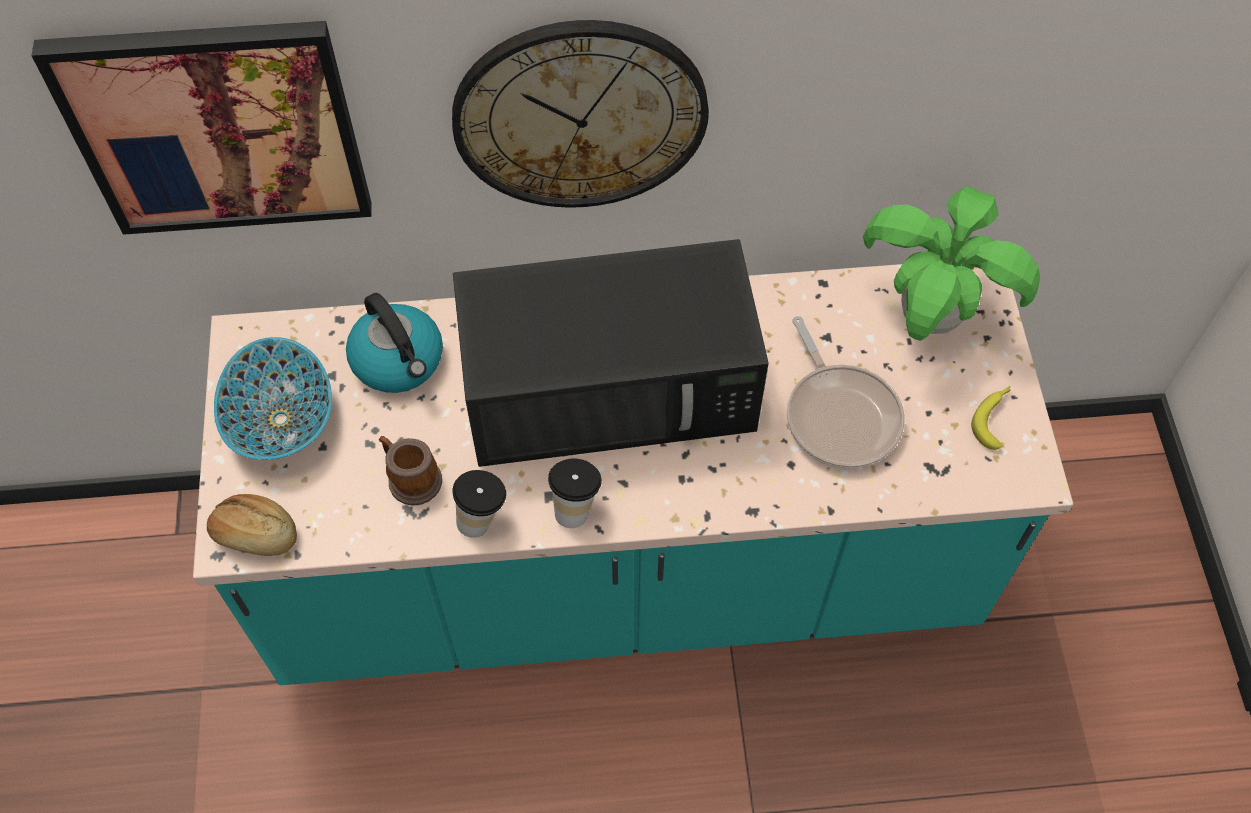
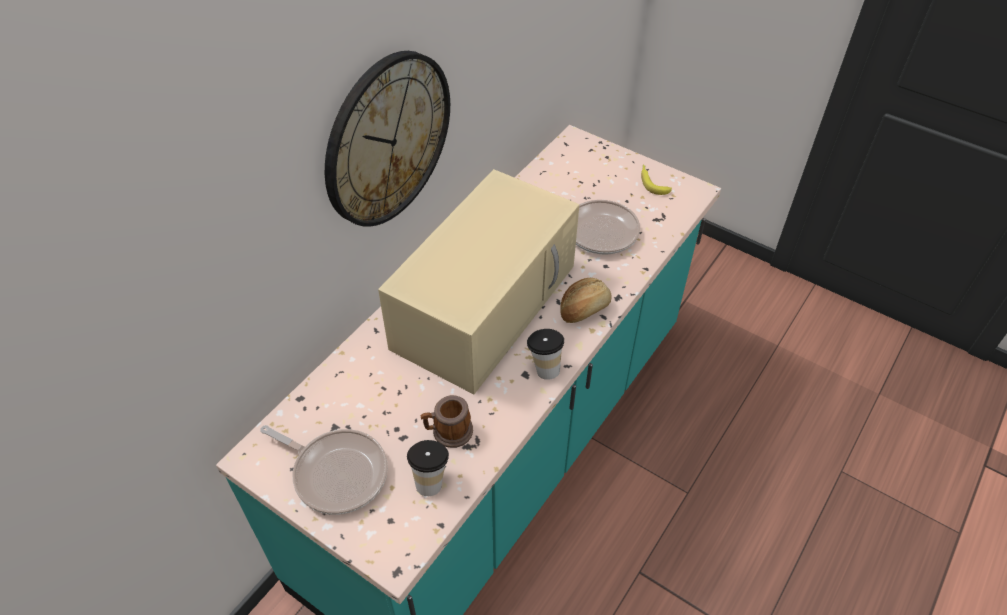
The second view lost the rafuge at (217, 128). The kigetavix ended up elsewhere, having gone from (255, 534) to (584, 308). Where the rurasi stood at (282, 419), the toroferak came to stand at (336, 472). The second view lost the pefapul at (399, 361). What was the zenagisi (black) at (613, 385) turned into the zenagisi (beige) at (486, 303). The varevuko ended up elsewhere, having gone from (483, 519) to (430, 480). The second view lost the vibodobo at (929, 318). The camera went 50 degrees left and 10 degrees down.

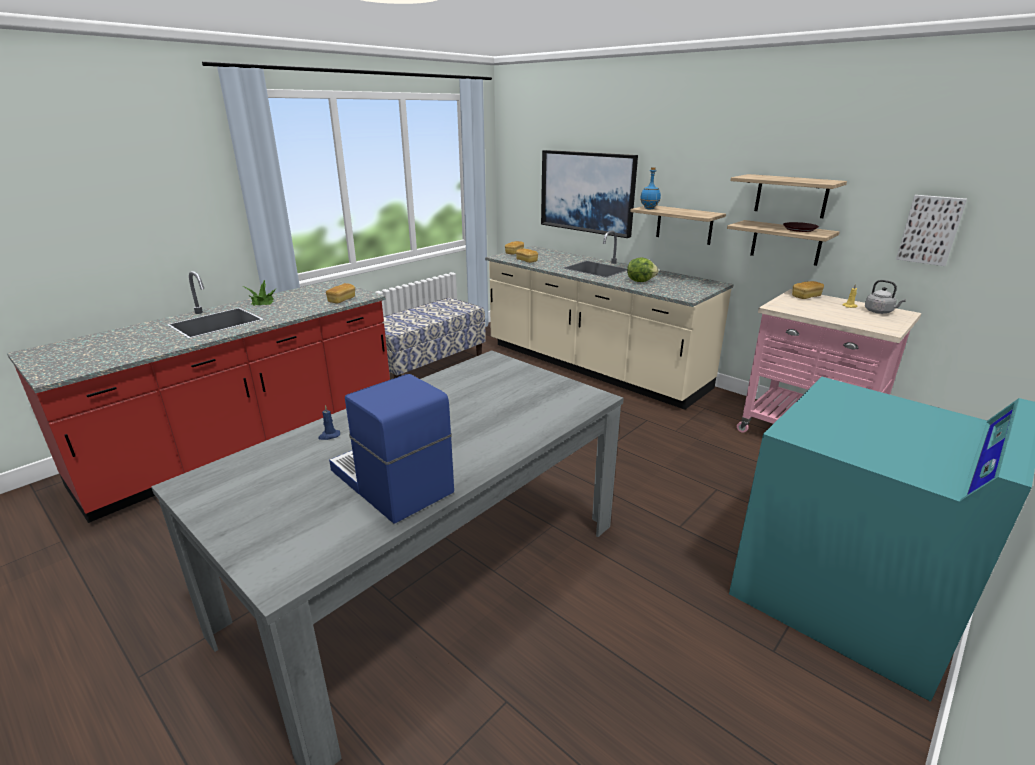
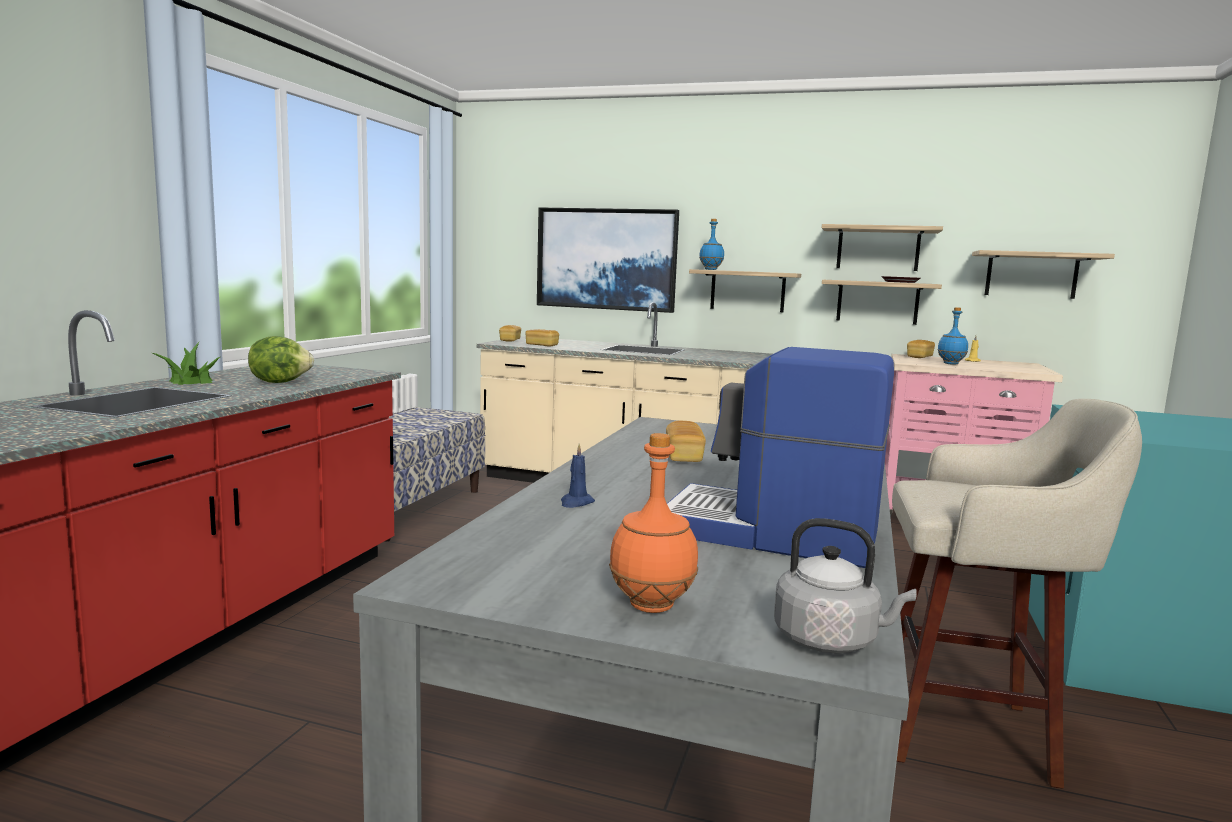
The kigetavix ended up elsewhere, having gone from (342, 300) to (684, 456). The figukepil ended up elsewhere, having gone from (640, 281) to (280, 382). The pefapul (grey) ended up elsewhere, having gone from (880, 312) to (830, 640). Where the rafuge hung at (930, 229), the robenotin came to hang at (1031, 275). The second view gained the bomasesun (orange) at (652, 606). The second view gained the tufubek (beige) at (971, 734). The second view gained the bomasesun (blue) at (950, 364). The camera went 25 degrees left and 15 degrees down.

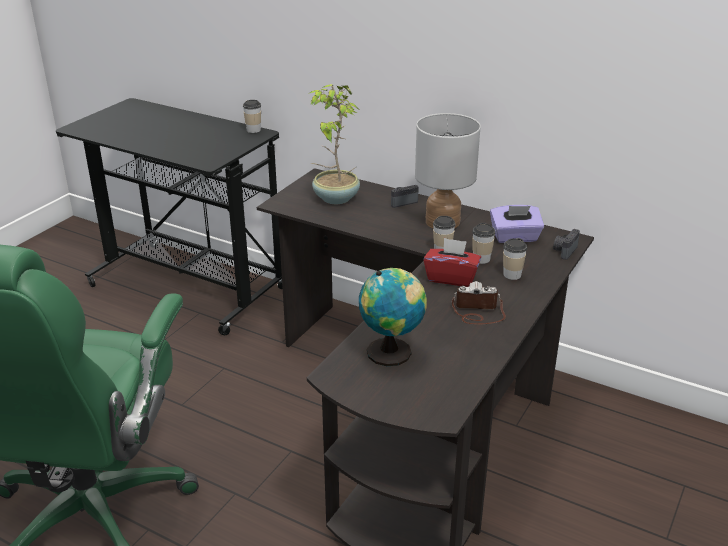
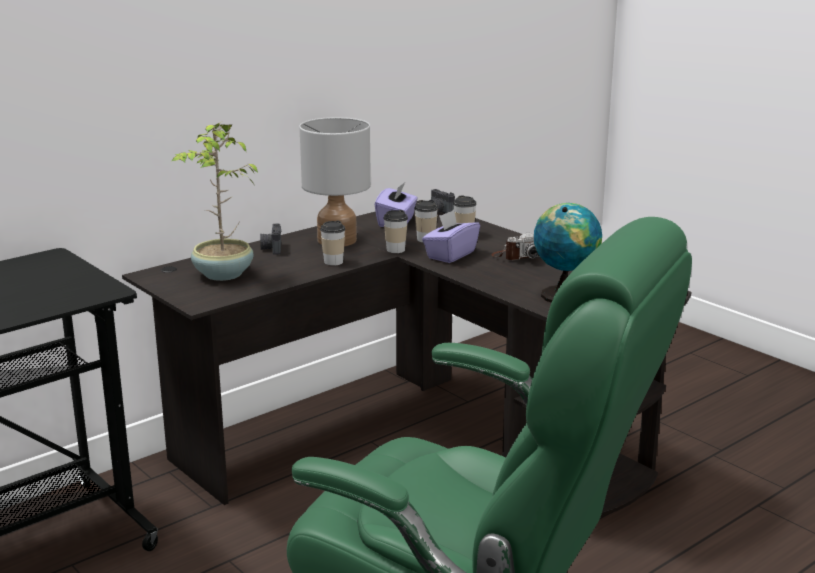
The varevuko ended up elsewhere, having gone from (253, 130) to (333, 262). What was the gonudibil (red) at (451, 278) turned into the gonudibil (purple) at (450, 255). The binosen at (478, 312) ended up facing another way, 135 degrees counterclockwise from before. The camera went 70 degrees left and 10 degrees down.

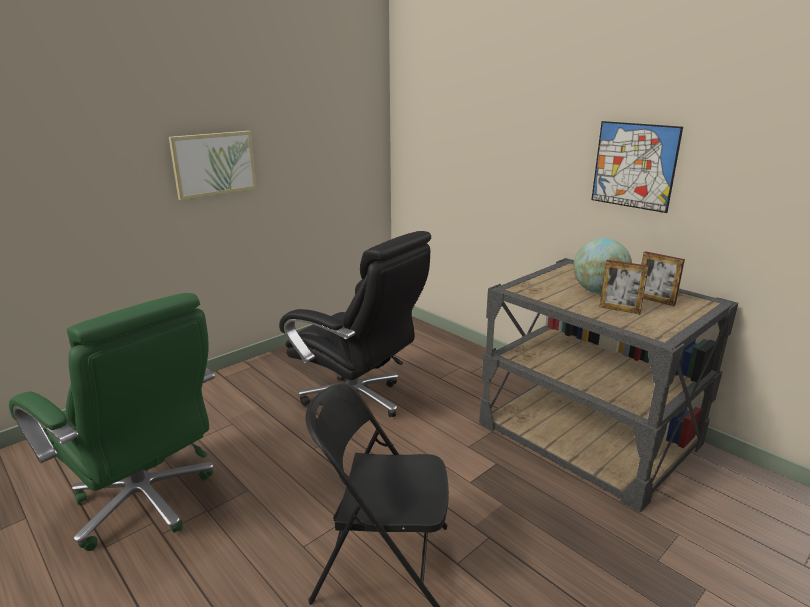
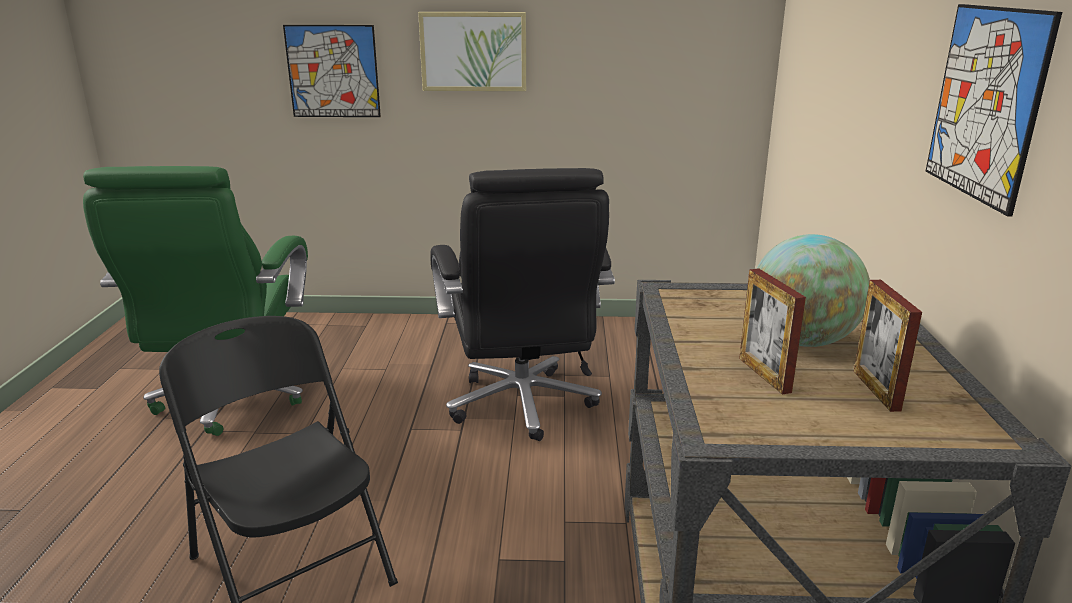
The second view gained the rafuge at (333, 71). The camera went 45 degrees right and 0 degrees up.

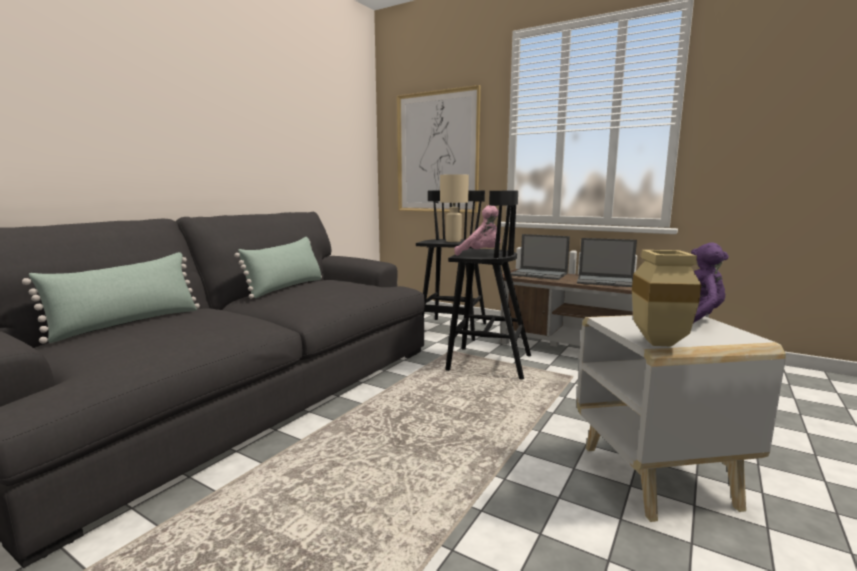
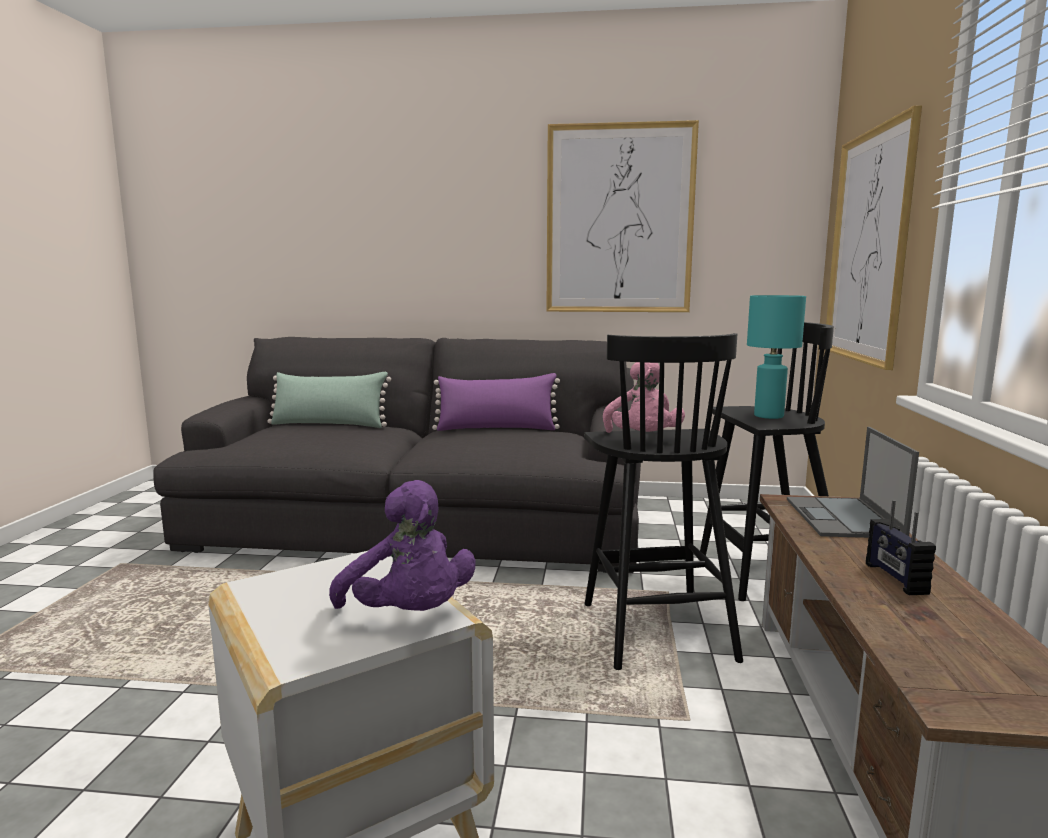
What was the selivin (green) at (286, 287) turned into the selivin (purple) at (496, 429). What was the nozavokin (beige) at (453, 241) turned into the nozavokin (turquoise) at (768, 416). Where the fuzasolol stood at (606, 281), the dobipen came to stand at (895, 578). The second view lost the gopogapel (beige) at (661, 344). The second view gained the rafuge at (619, 220). The camera went 65 degrees right and 0 degrees up.

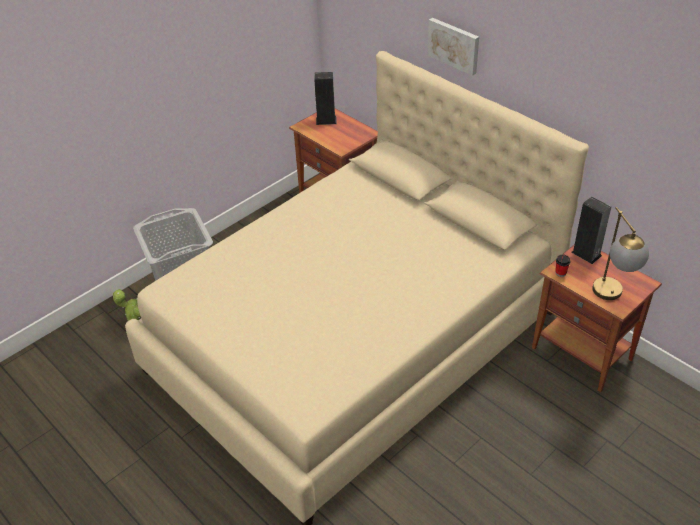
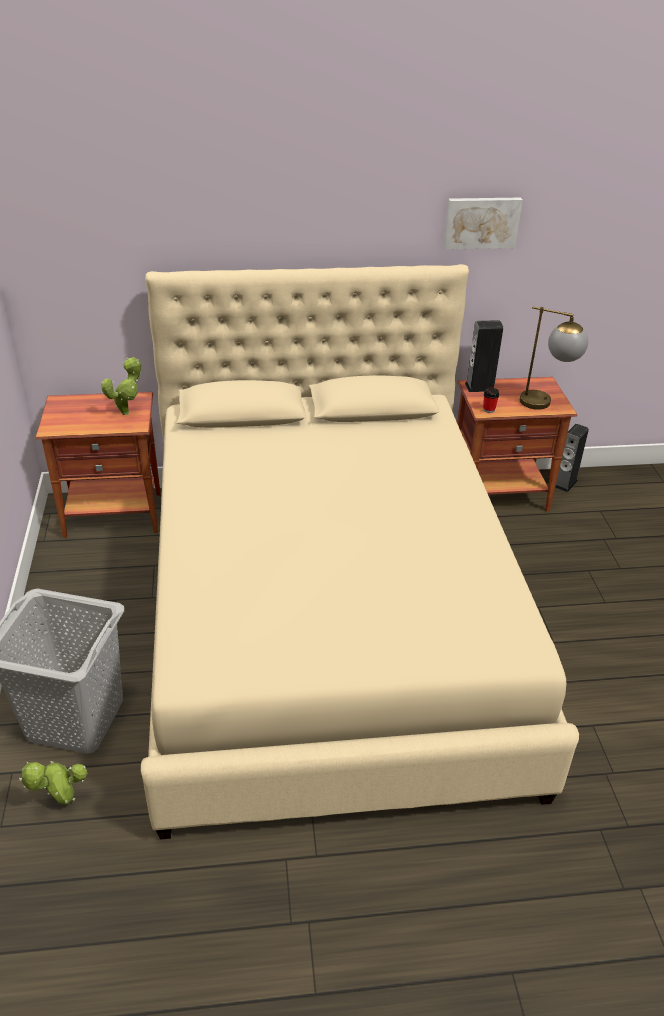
The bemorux ended up elsewhere, having gone from (326, 120) to (564, 483). The rafuge ended up elsewhere, having gone from (454, 45) to (481, 222). The second view gained the vibodobo at (127, 412). The camera went 55 degrees left and 5 degrees down.

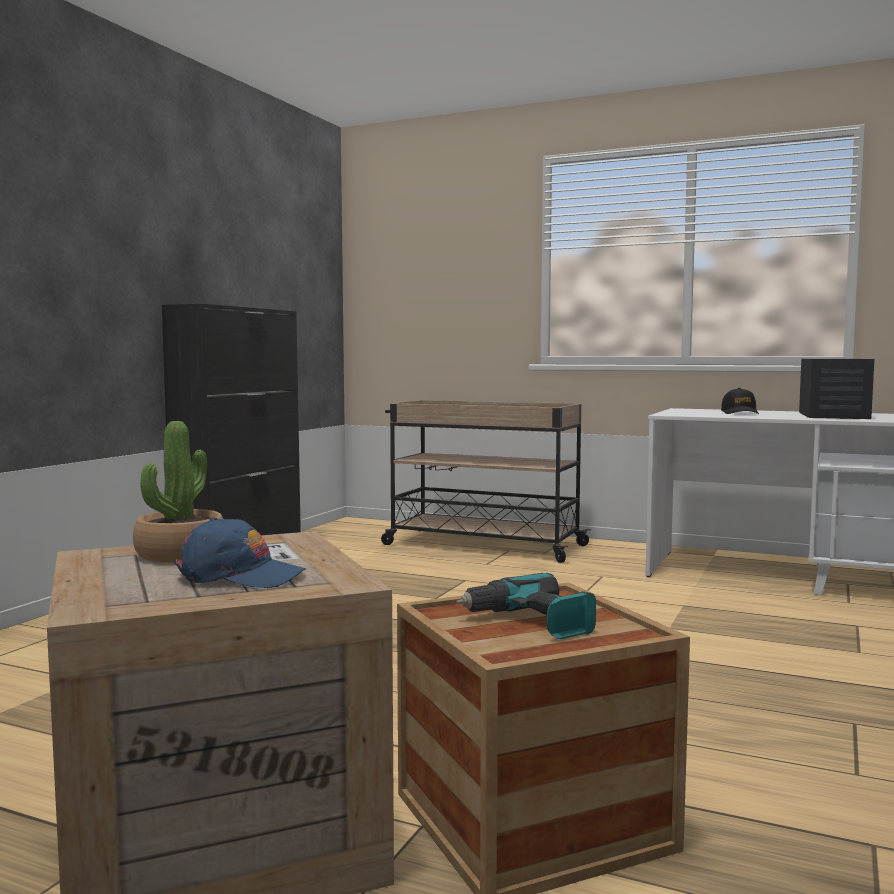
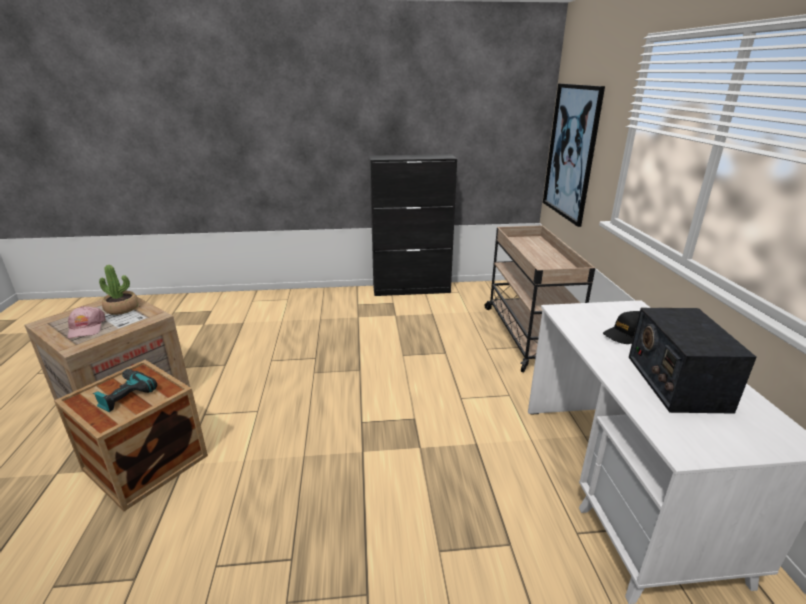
What was the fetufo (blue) at (239, 576) turned into the fetufo (pink) at (86, 328). The dobipen at (833, 415) ended up facing another way, 105 degrees clockwise from before. The second view gained the rafuge at (571, 152). The camera went 60 degrees right and 20 degrees up.

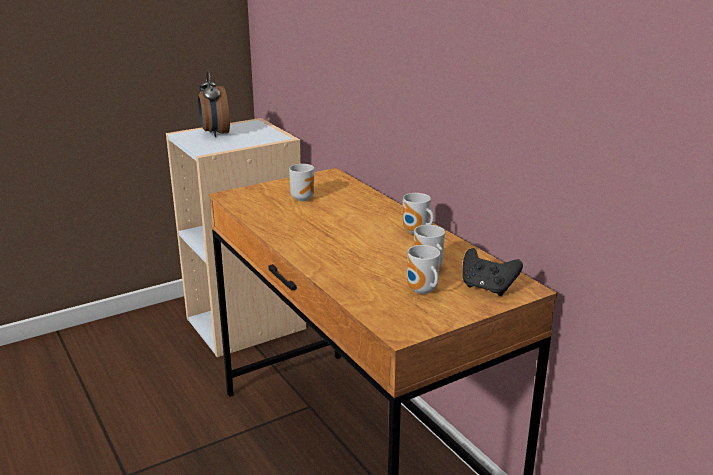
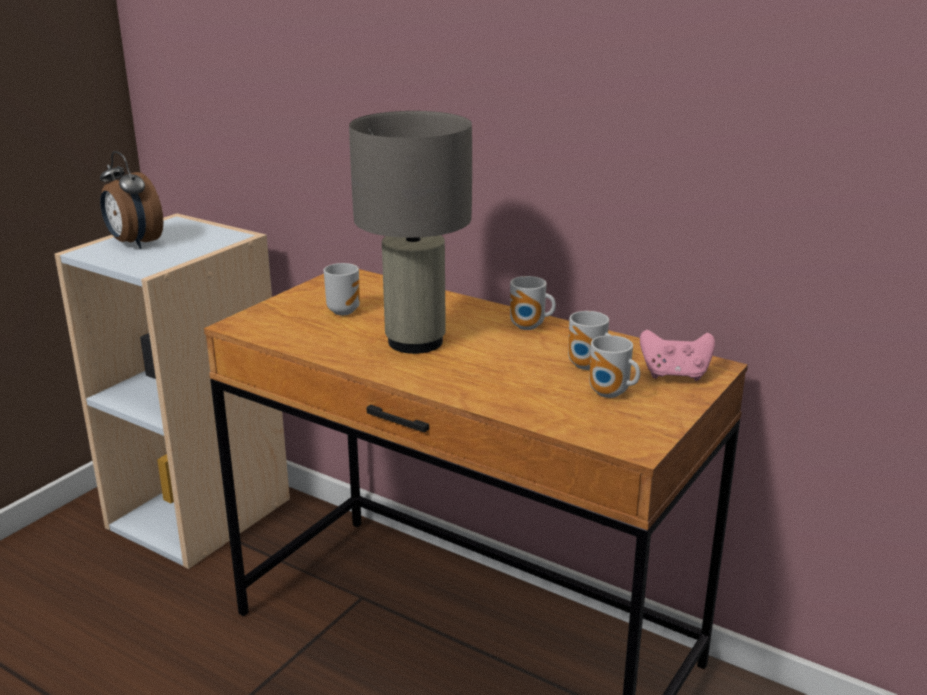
What was the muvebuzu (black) at (487, 288) turned into the muvebuzu (pink) at (675, 375). The second view gained the nozavokin (grey) at (413, 342). The camera went 25 degrees left and 0 degrees up.

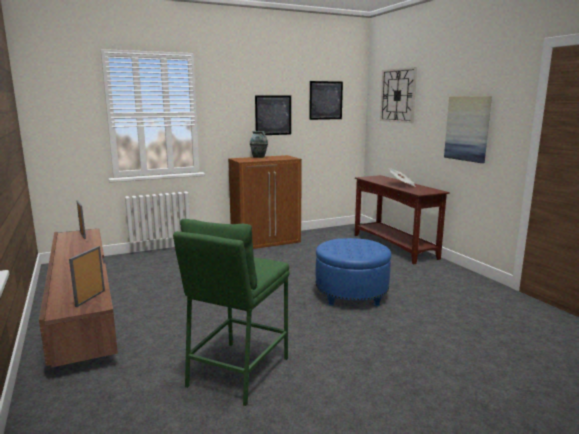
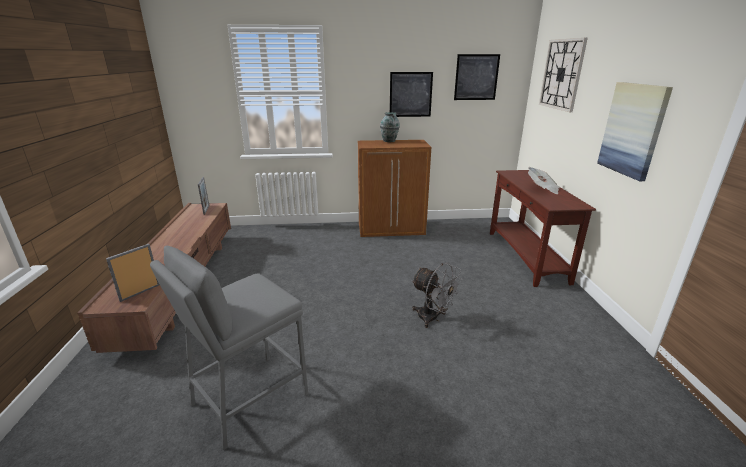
What was the tufubek (green) at (237, 371) turned into the tufubek (grey) at (249, 398). Where the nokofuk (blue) stood at (351, 295), the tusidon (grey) came to stand at (432, 318). The camera went 20 degrees right and 10 degrees up.

